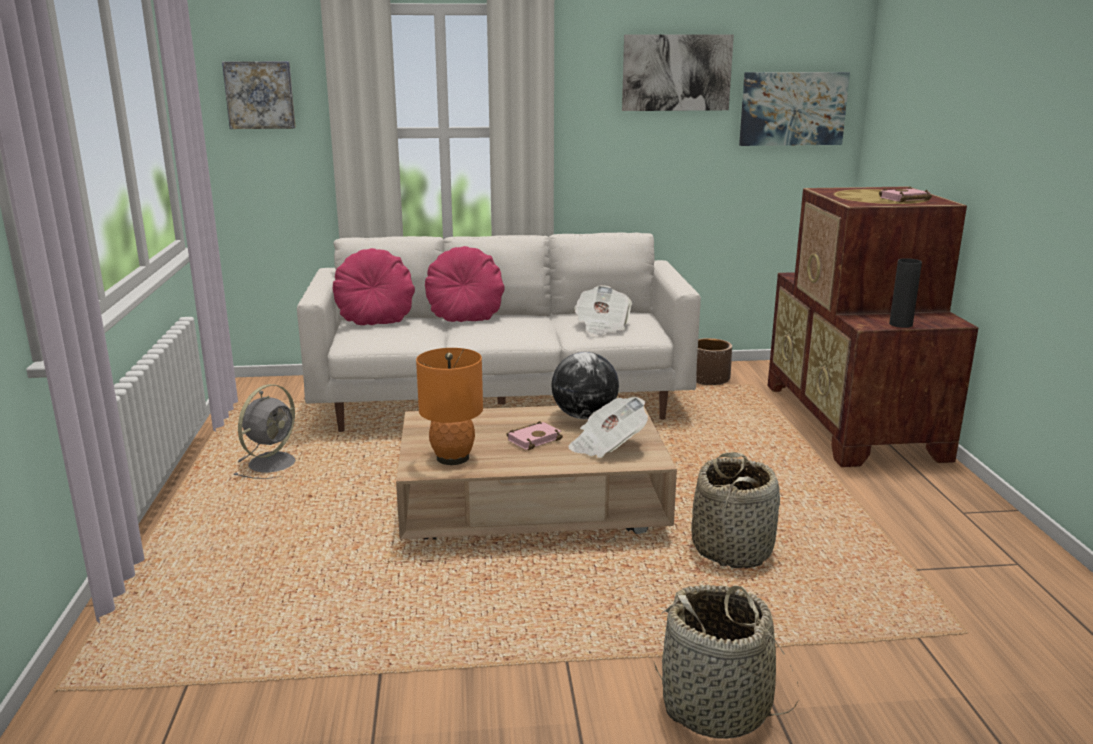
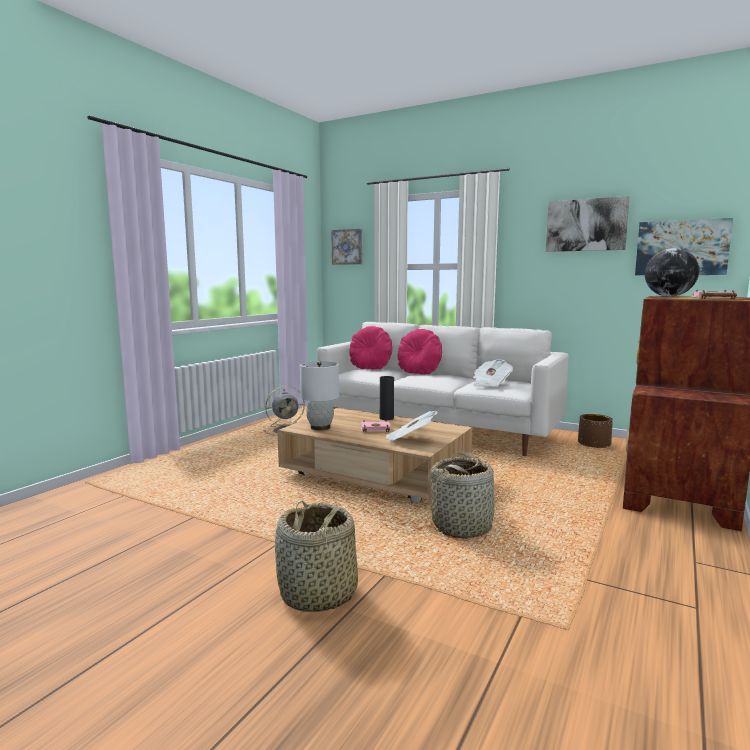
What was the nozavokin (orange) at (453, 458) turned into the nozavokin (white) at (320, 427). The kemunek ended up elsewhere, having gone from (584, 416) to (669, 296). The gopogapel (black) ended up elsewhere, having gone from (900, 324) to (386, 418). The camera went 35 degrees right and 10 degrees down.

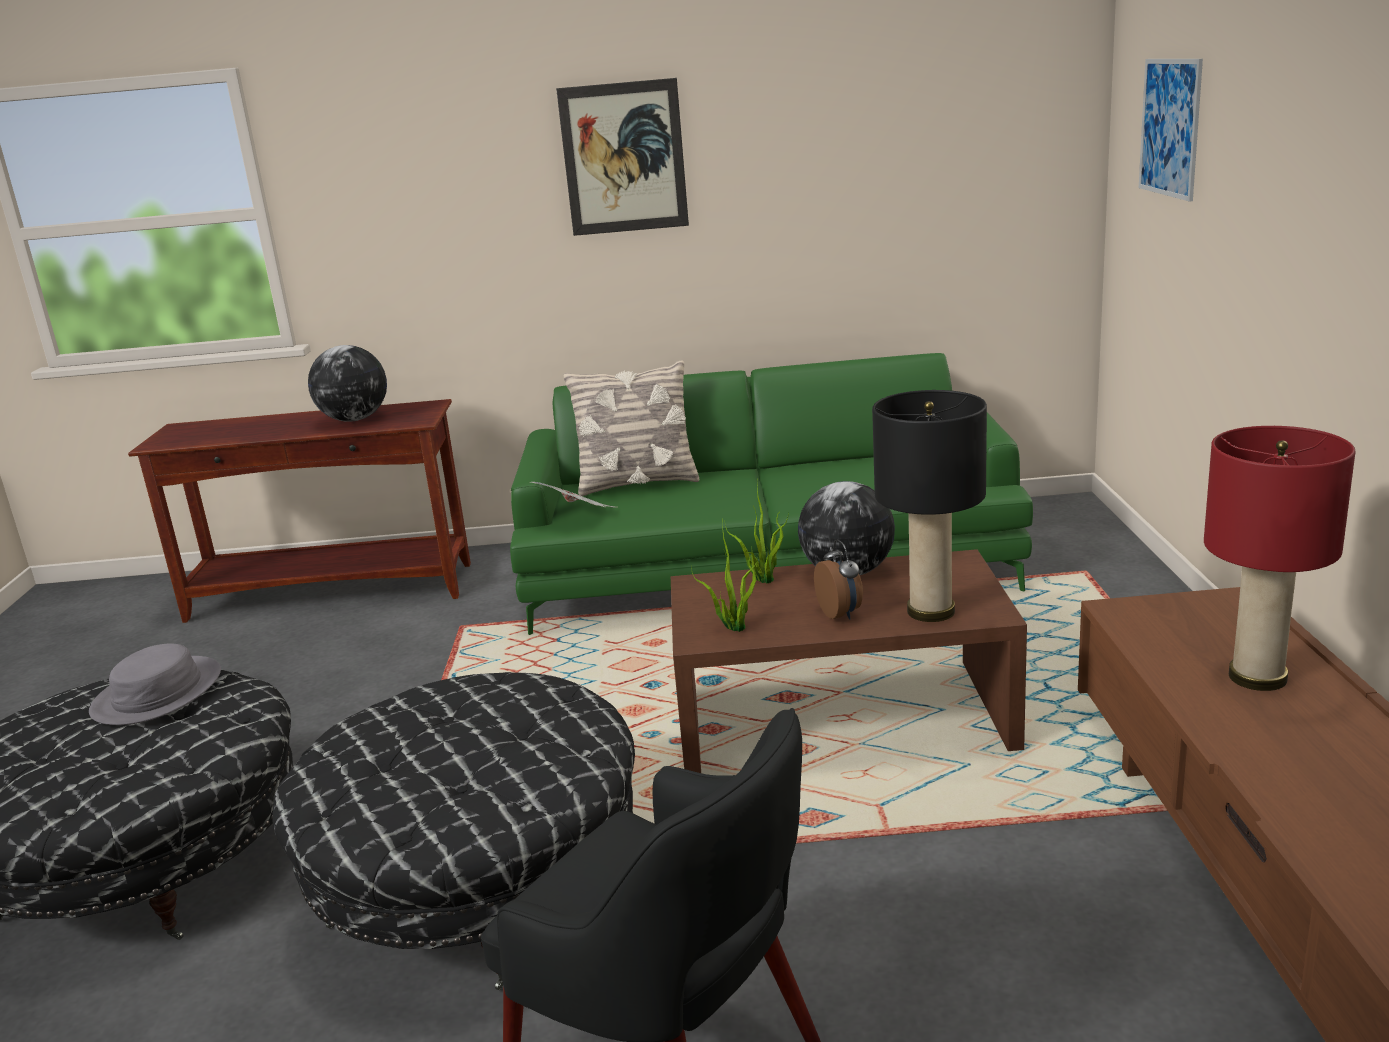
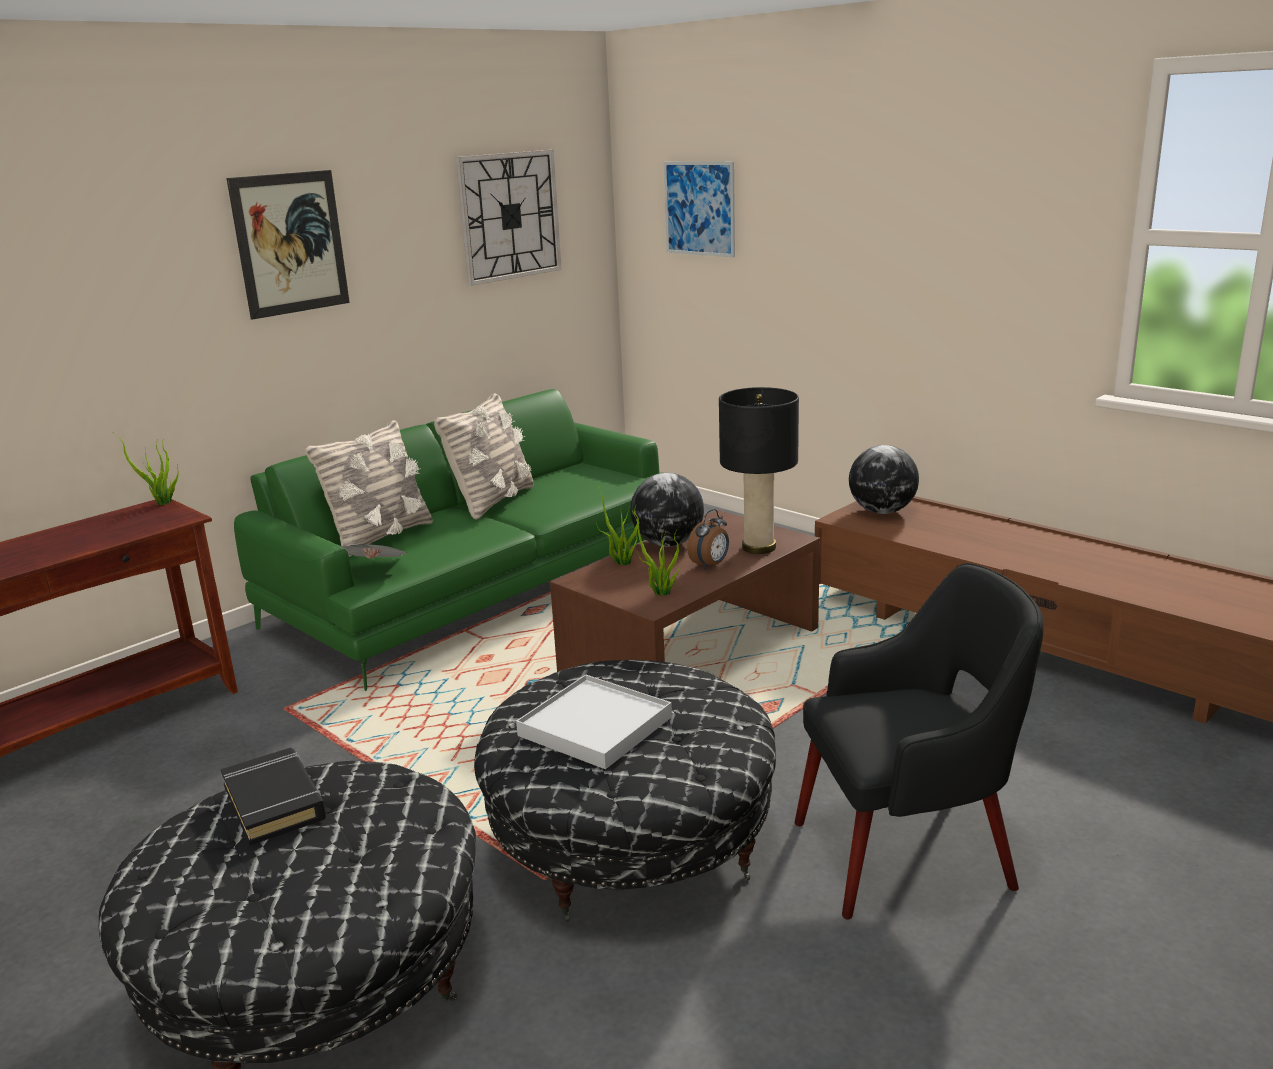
Where the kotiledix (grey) stood at (158, 693), the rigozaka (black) came to stand at (275, 802). The kemunek ended up elsewhere, having gone from (354, 420) to (882, 511). The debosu at (841, 613) ended up facing another way, 105 degrees clockwise from before. The second view lost the nozavokin (red) at (1257, 677). The second view gained the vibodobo at (162, 503). The second view gained the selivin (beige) at (493, 502). The second view gained the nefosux at (509, 216). The second view gained the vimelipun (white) at (596, 726). The camera went 45 degrees left and 0 degrees up.

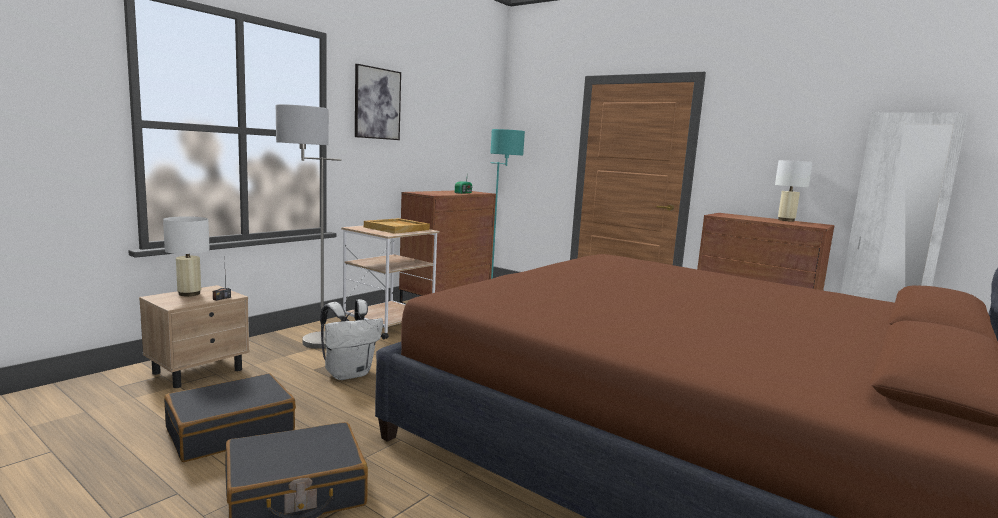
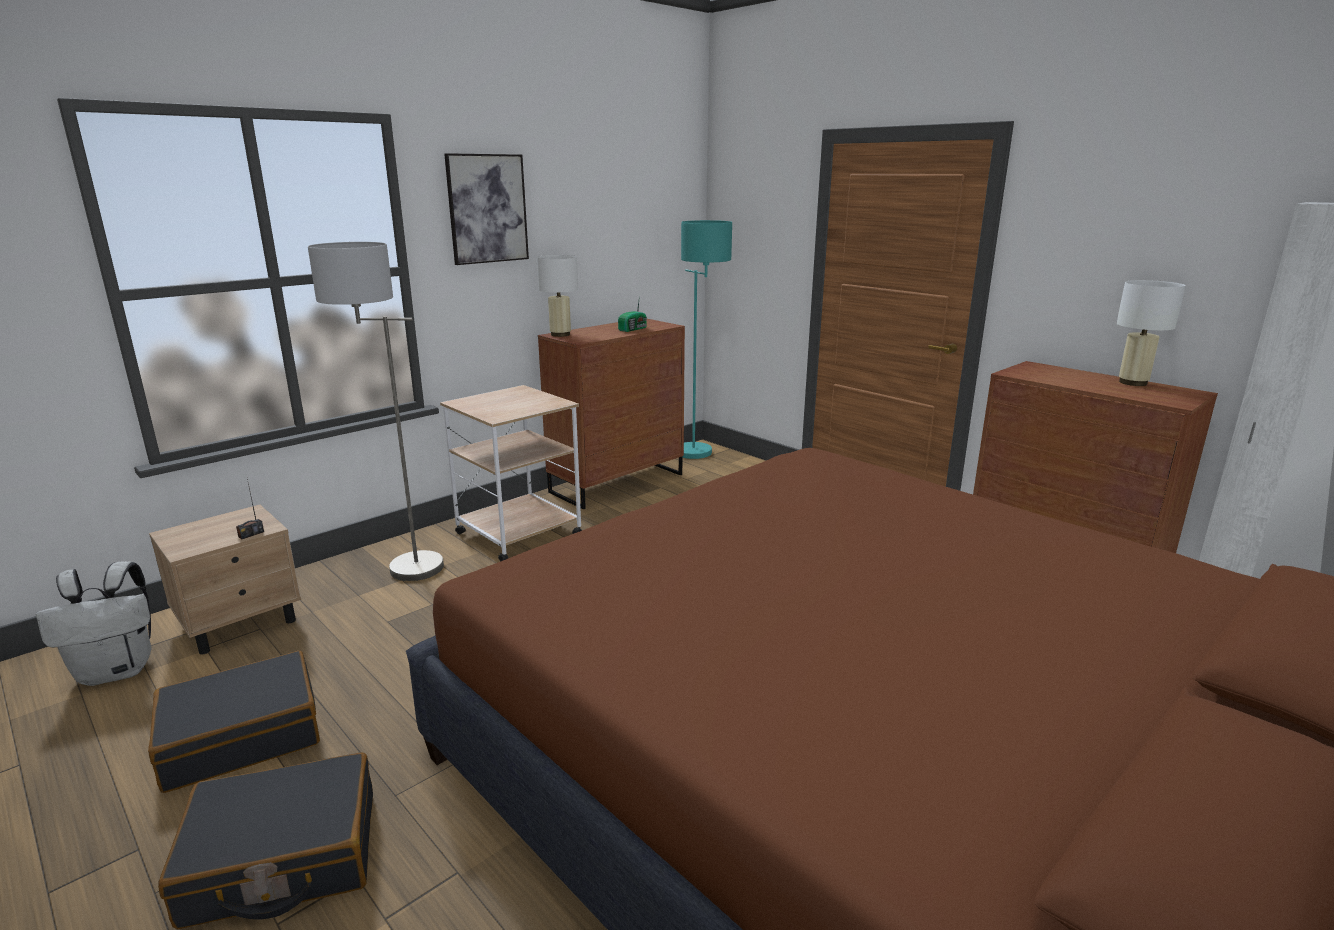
The nozavokin (white) ended up elsewhere, having gone from (189, 293) to (560, 334). The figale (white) ended up elsewhere, having gone from (349, 374) to (118, 671). The second view lost the vimelipun (beige) at (397, 228). The camera went 10 degrees right and 10 degrees up.

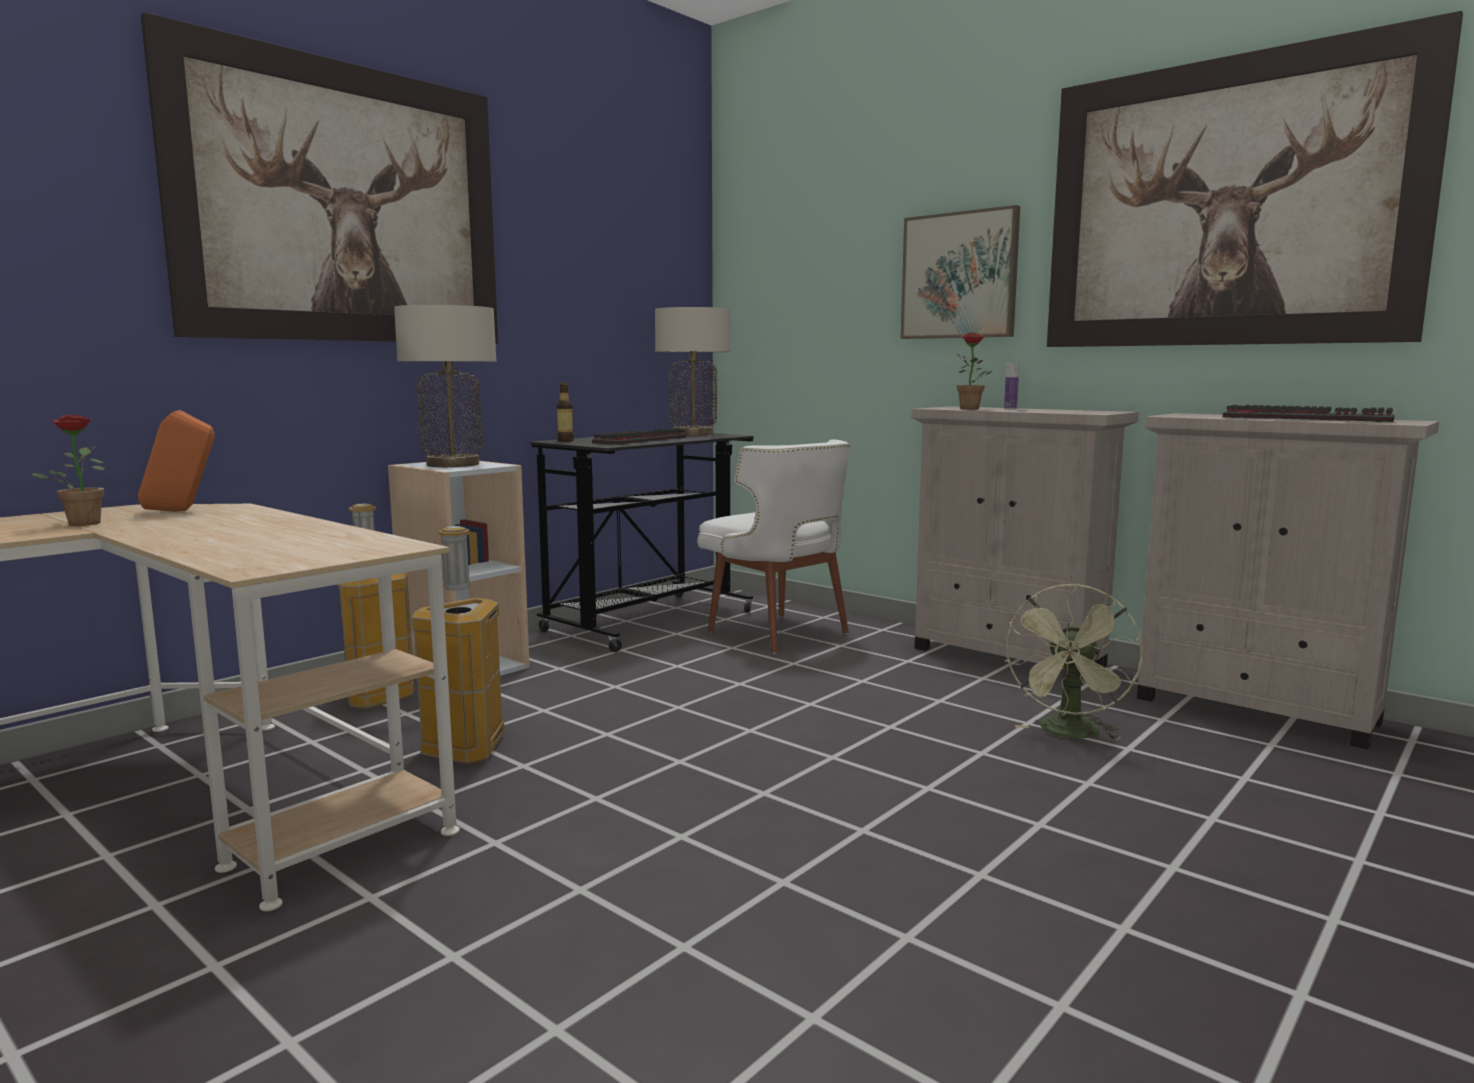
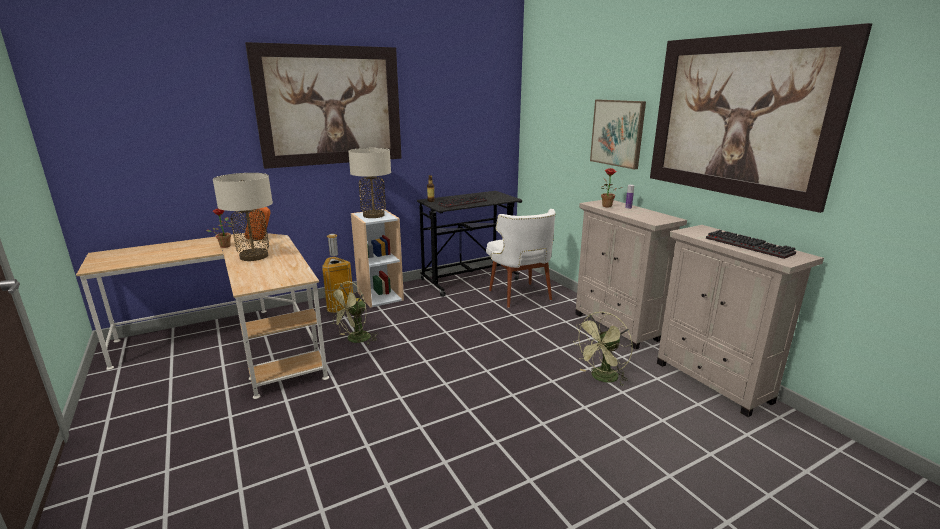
Where the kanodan stood at (468, 749), the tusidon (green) came to stand at (355, 340). The nozavokin ended up elsewhere, having gone from (693, 434) to (254, 256). The camera went 20 degrees right and 10 degrees up.

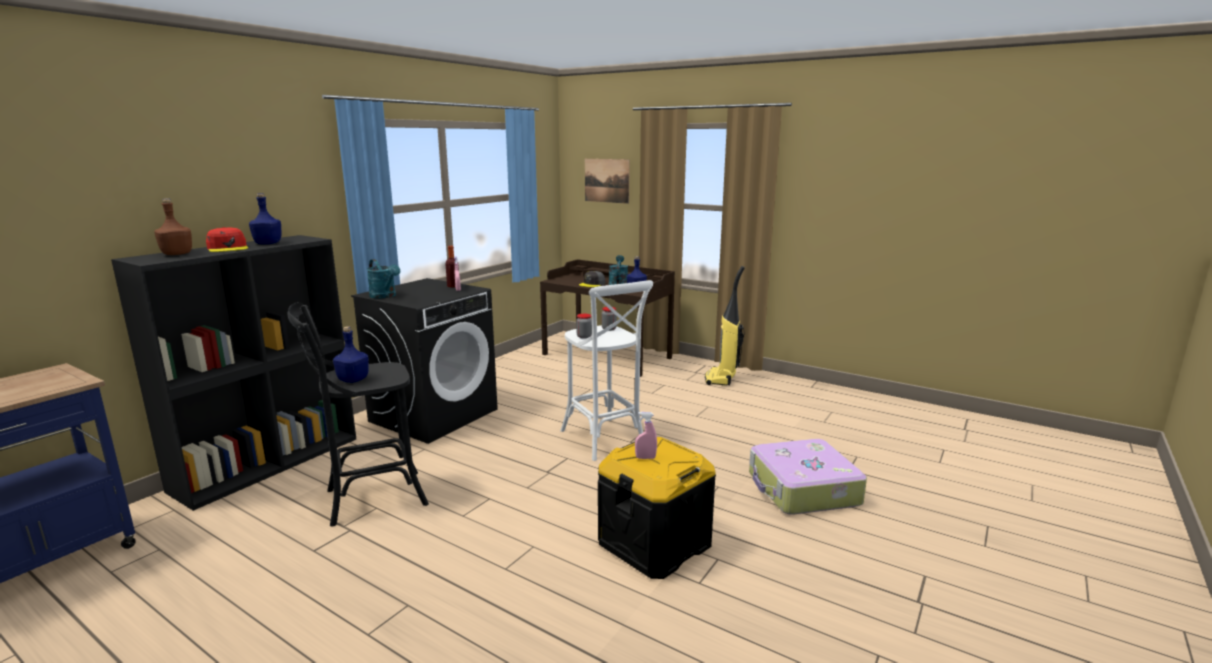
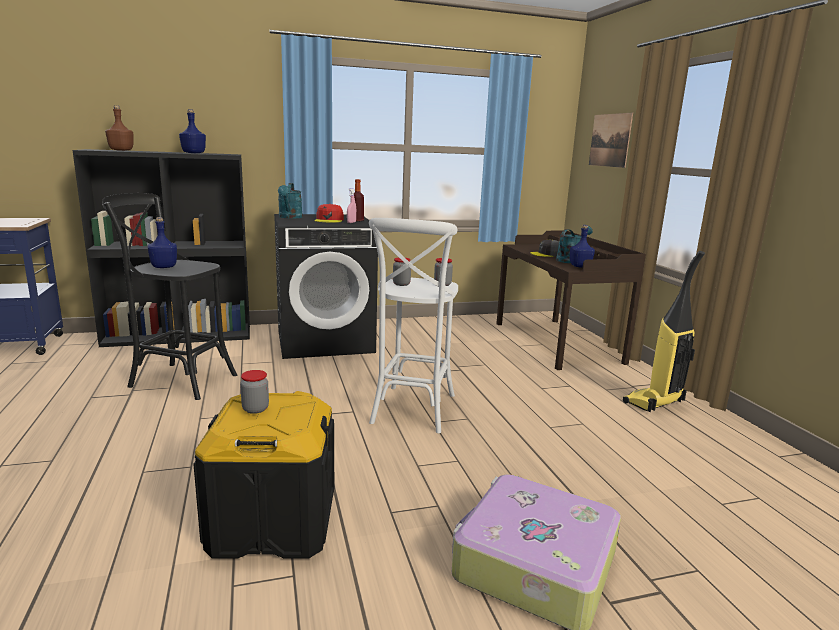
The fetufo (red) ended up elsewhere, having gone from (228, 248) to (329, 220). Where the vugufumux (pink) stood at (645, 458), the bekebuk came to stand at (255, 409). The camera went 40 degrees right and 0 degrees up.

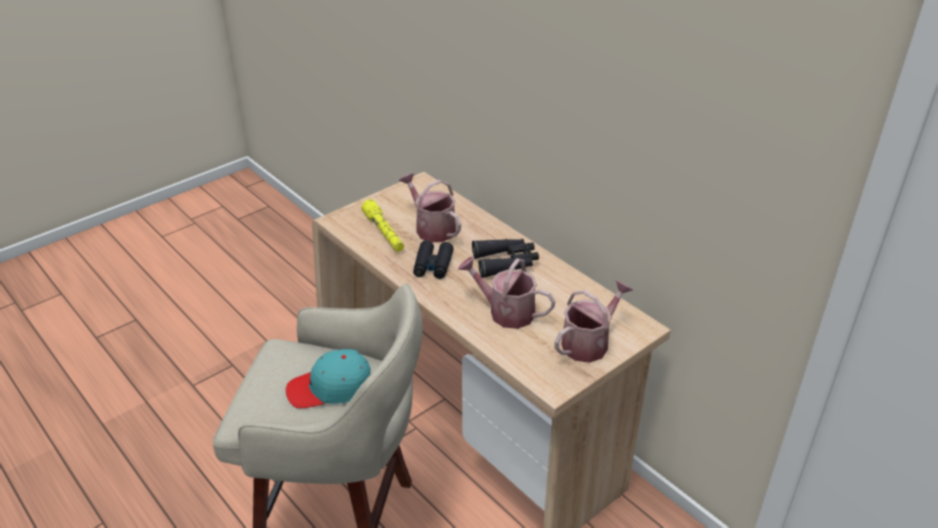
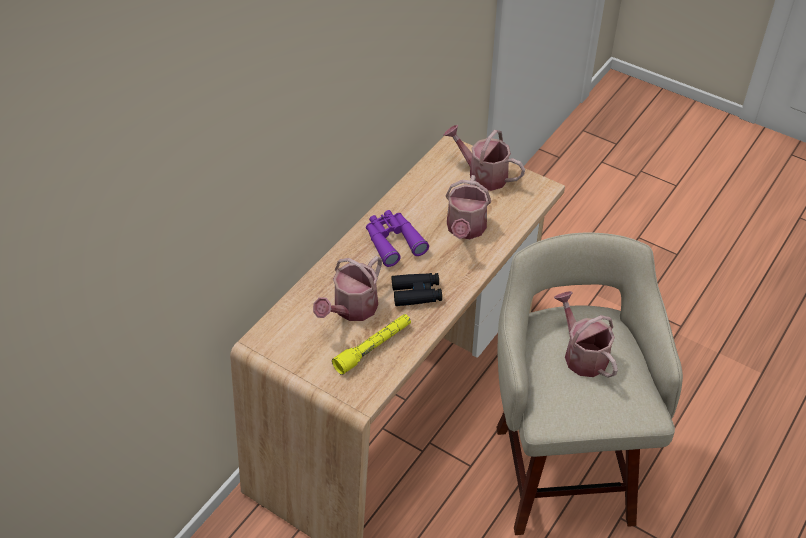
Where the fetufo (turquoise) stood at (330, 388), the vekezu came to stand at (582, 354). What was the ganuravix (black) at (506, 262) turned into the ganuravix (purple) at (393, 241). The camera went 105 degrees left and 10 degrees up.

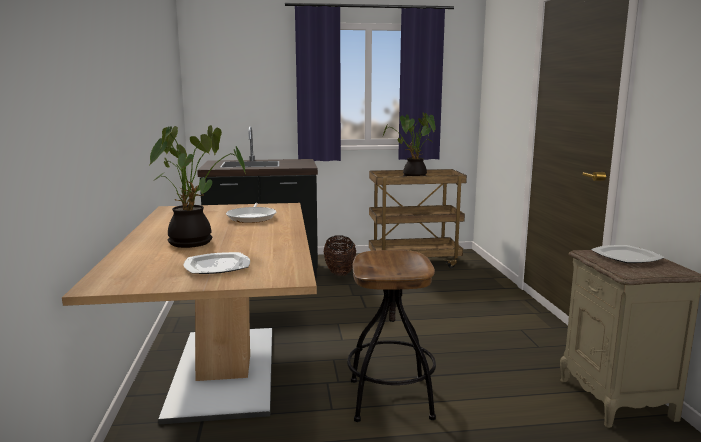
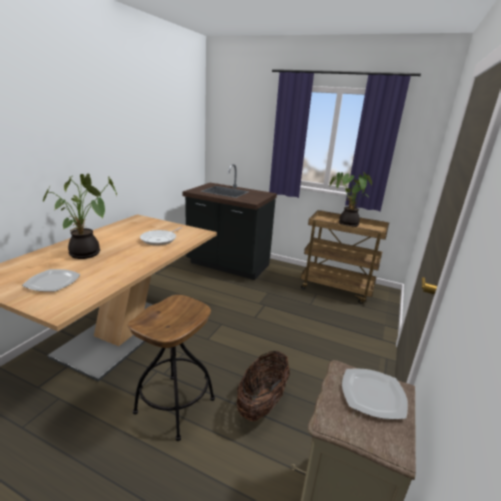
The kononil ended up elsewhere, having gone from (339, 272) to (262, 402). The camera went 30 degrees right and 10 degrees up.

